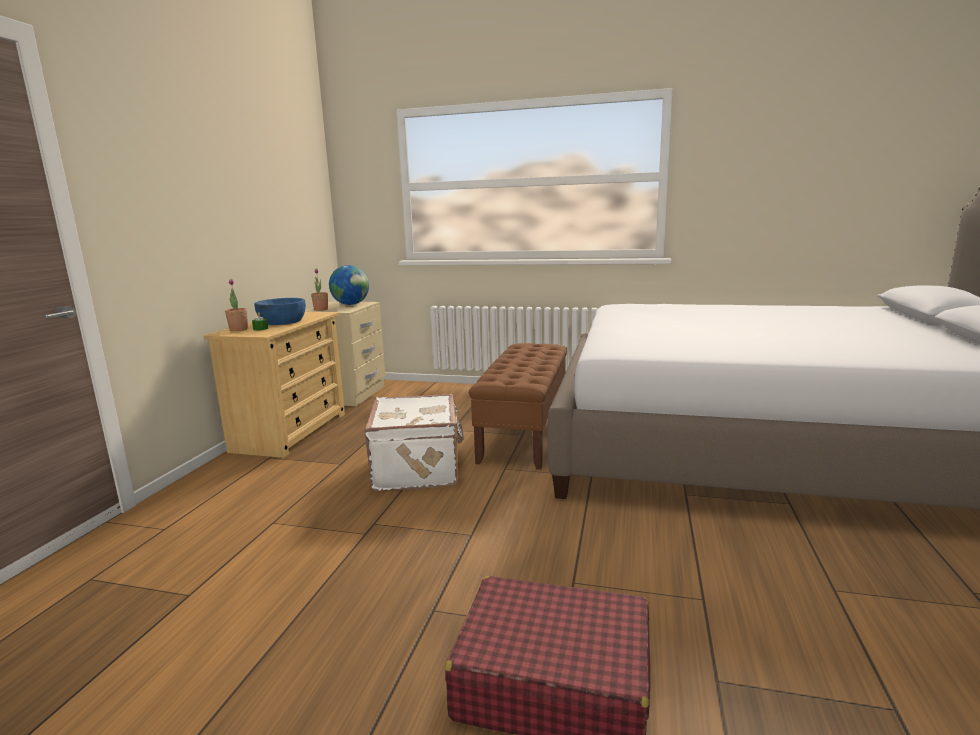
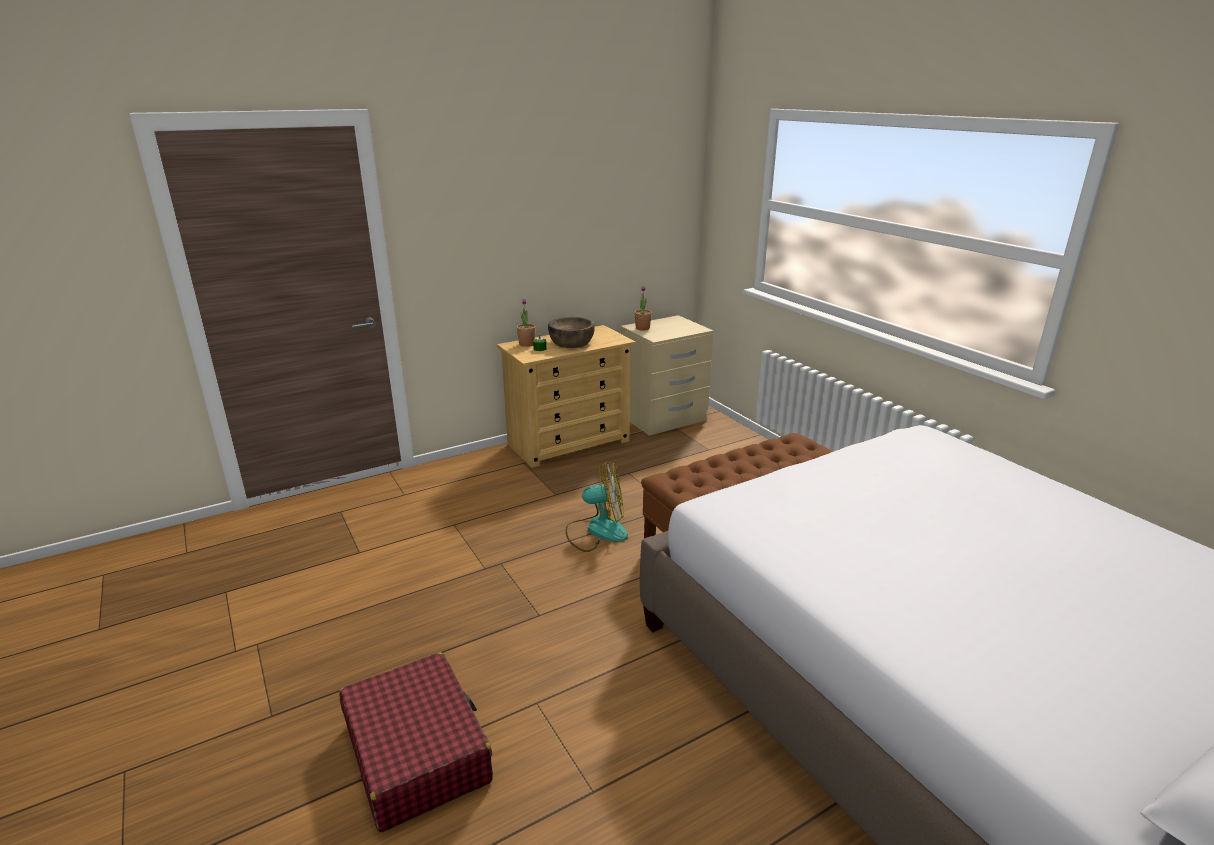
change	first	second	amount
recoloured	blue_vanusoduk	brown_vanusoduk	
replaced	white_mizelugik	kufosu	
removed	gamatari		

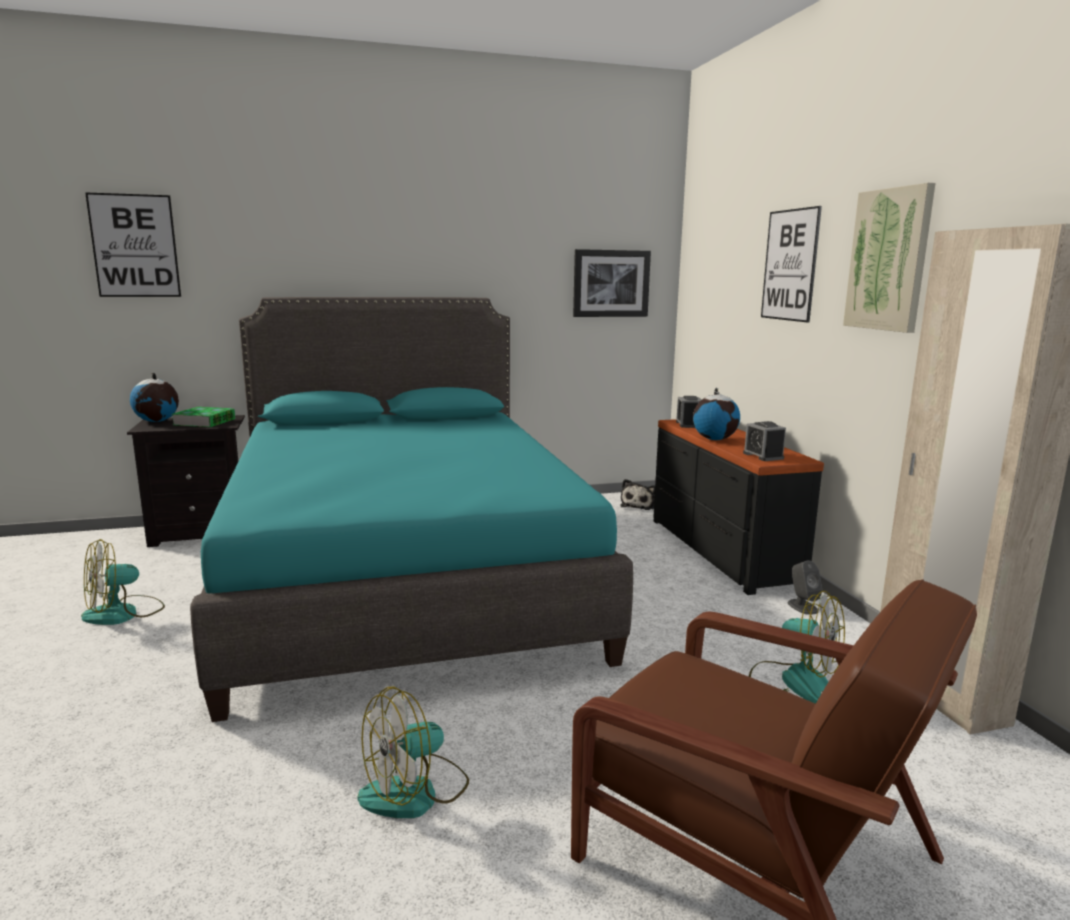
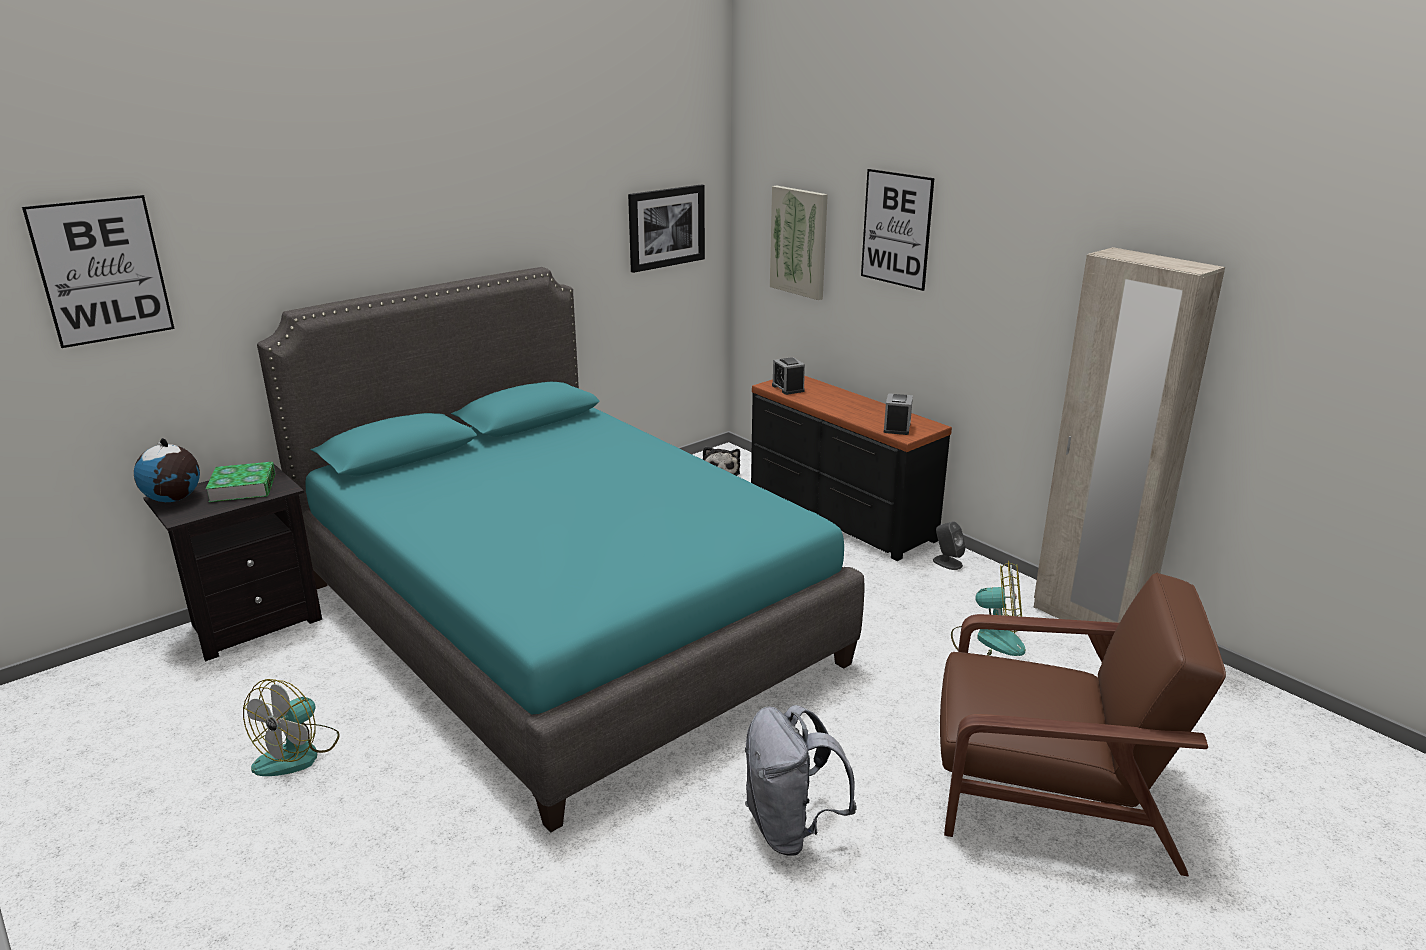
change	first	second	amount
replaced	kufosu (2nd from left)	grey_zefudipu	
moved	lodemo (4th from left in the first image)	lodemo (3rd from left)	
turned	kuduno (2nd from left)		120 degrees counterclockwise
removed	gamatari (2nd from left)		

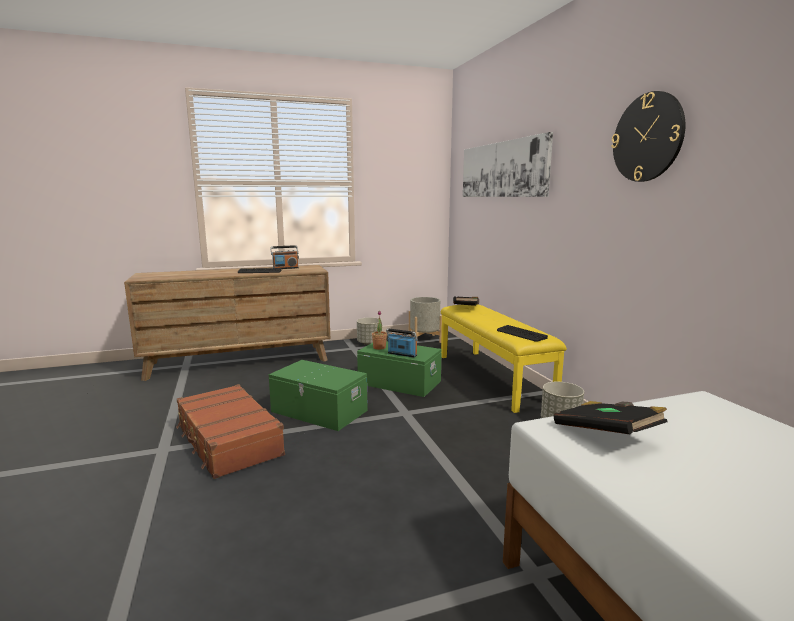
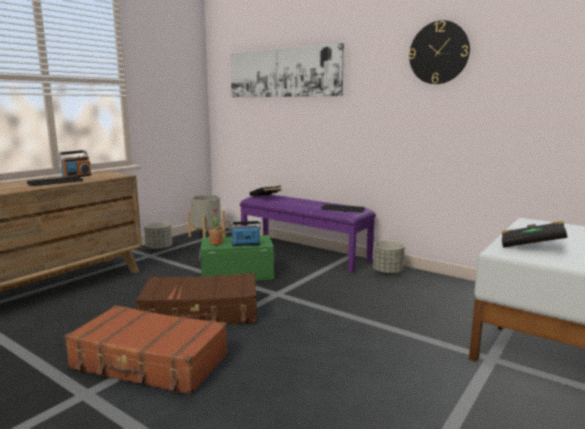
change	first	second	amount
replaced	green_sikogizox (1st from left)	brown_mizelugik (2nd from left)	
recoloured	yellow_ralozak	purple_ralozak	

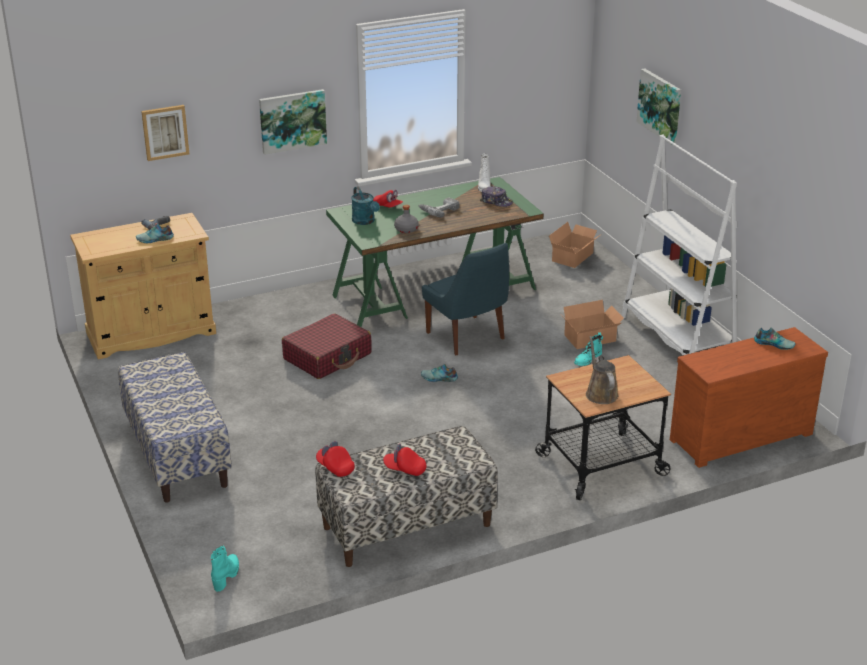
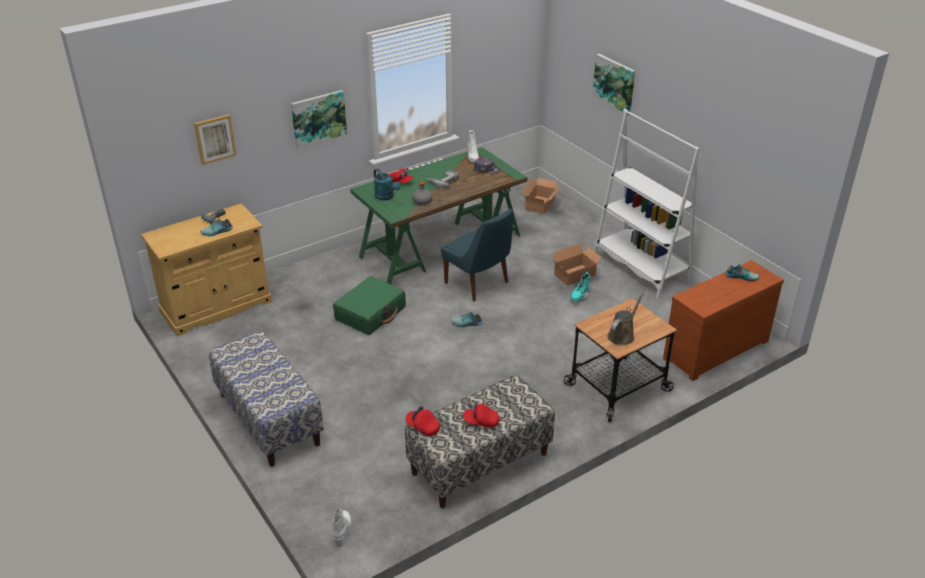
change	first	second	amount
recoloured	red_mizelugik	green_mizelugik	
recoloured	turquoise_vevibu (1st from left)	white_vevibu (1st from left)	
turned	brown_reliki		60 degrees clockwise

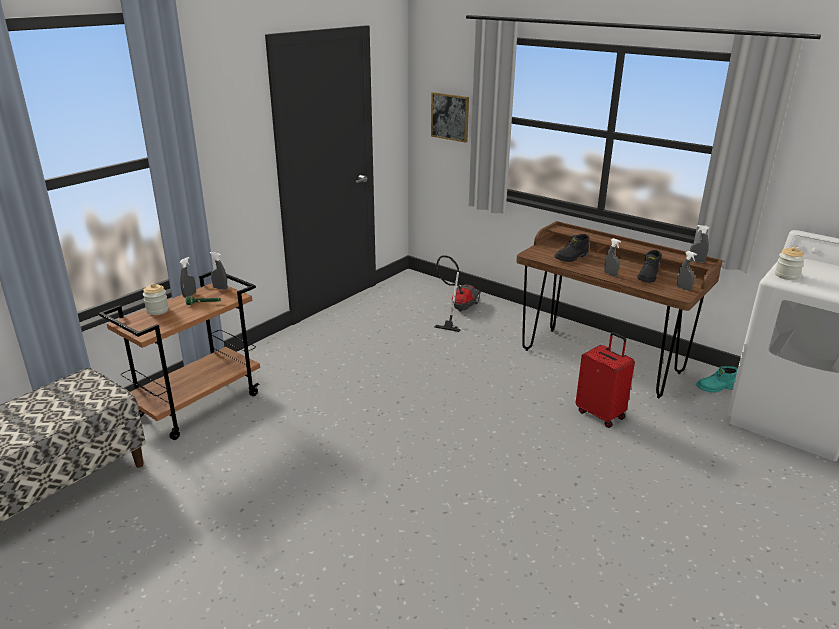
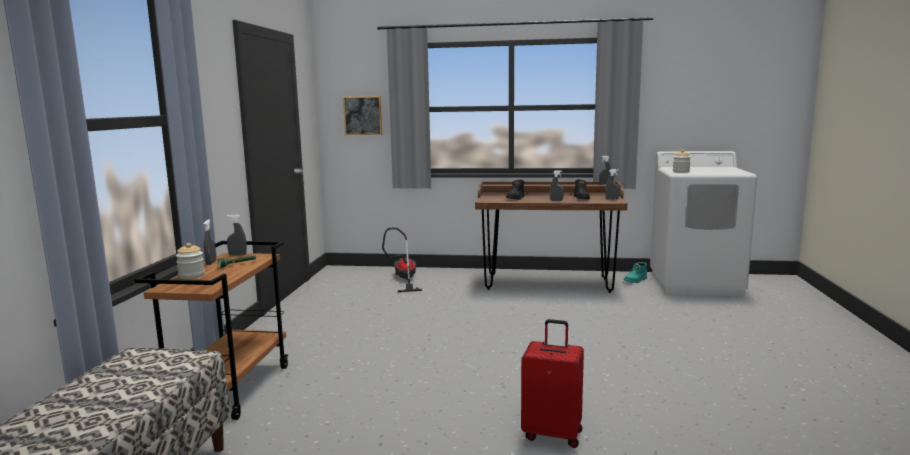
change	first	second	amount
moved	red_mizelugik		

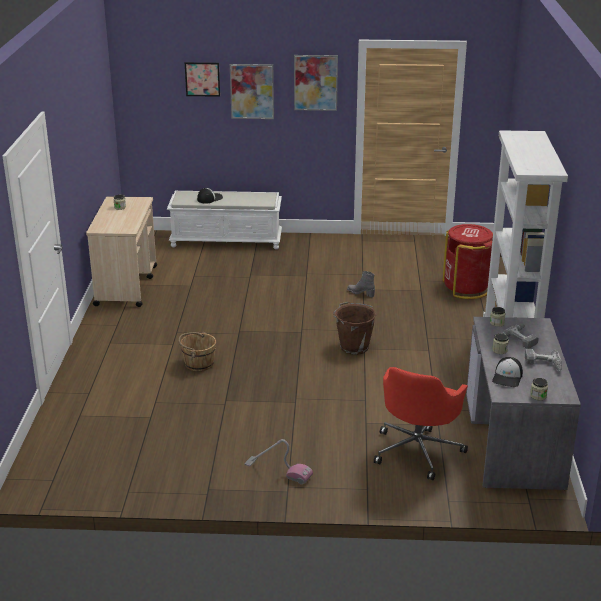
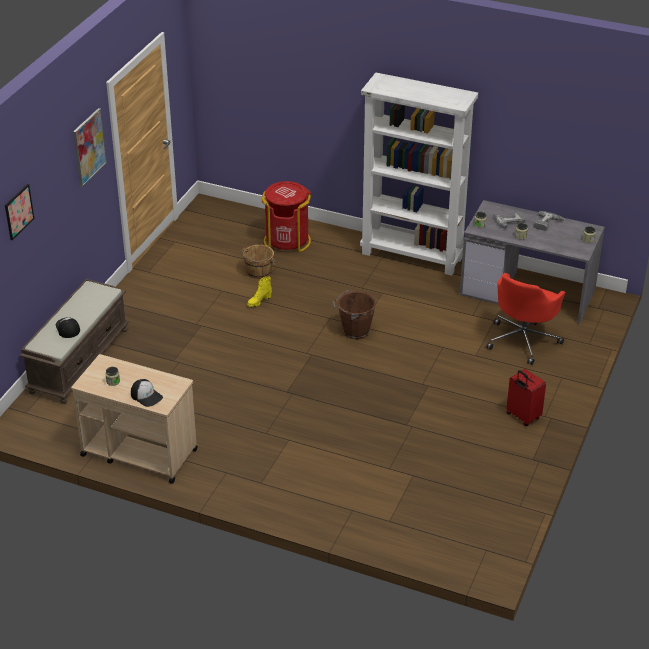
change	first	second	amount
recoloured	white_ralozak	brown_ralozak	
moved	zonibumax (2nd from left)		
moved	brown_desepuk (1st from left)		
recoloured	grey_vevibu	yellow_vevibu	
turned	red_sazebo		75 degrees clockwise
replaced	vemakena	red_mizelugik	
removed	lodemo (2nd from left)		

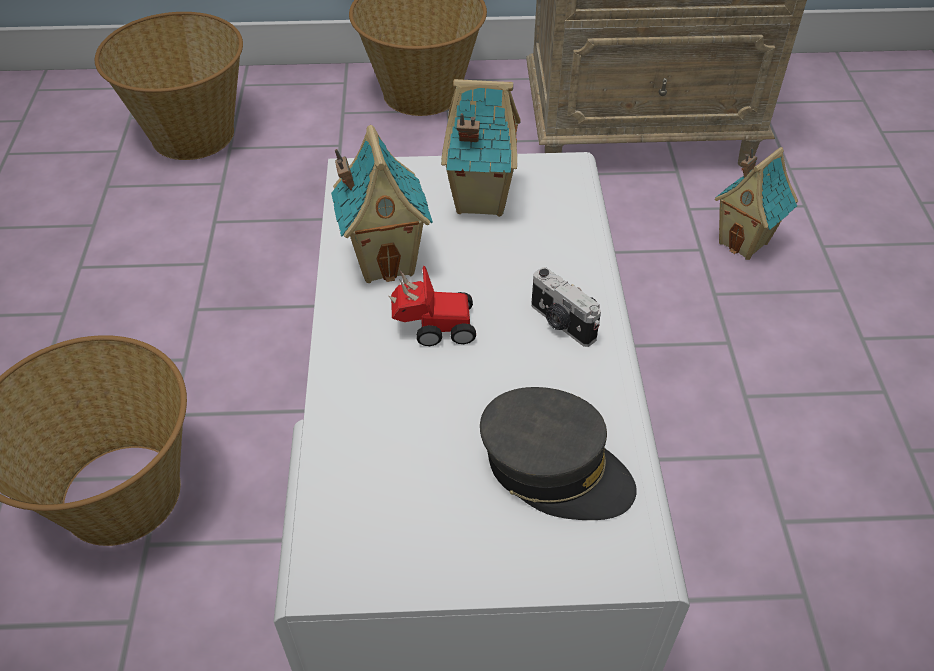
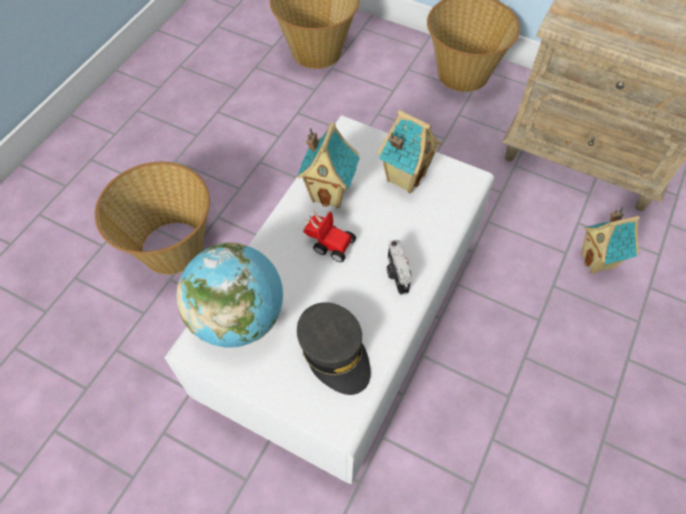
change	first	second	amount
added		gamatari	

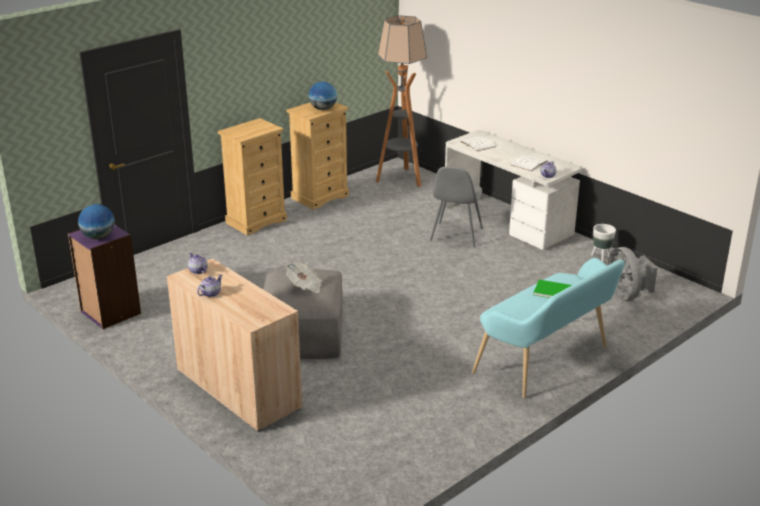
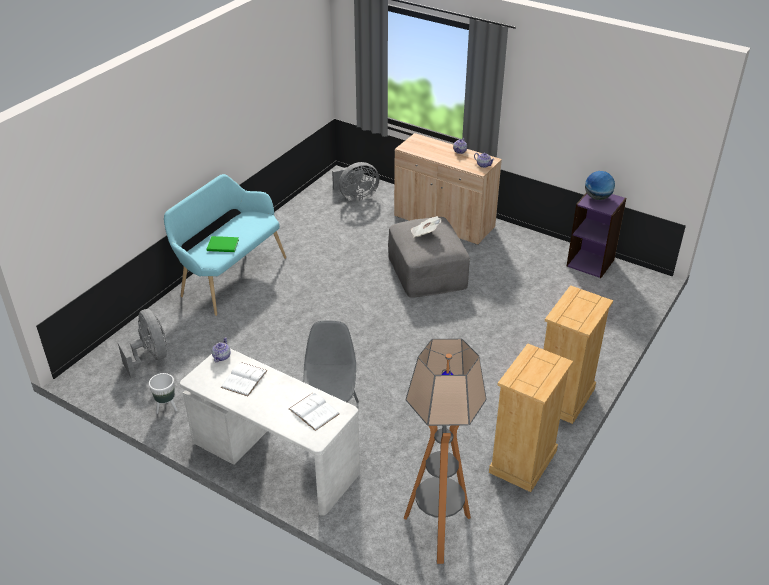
change	first	second	amount
added		grey_kufosu (2nd from left)	
removed	gamatari (2nd from left)		

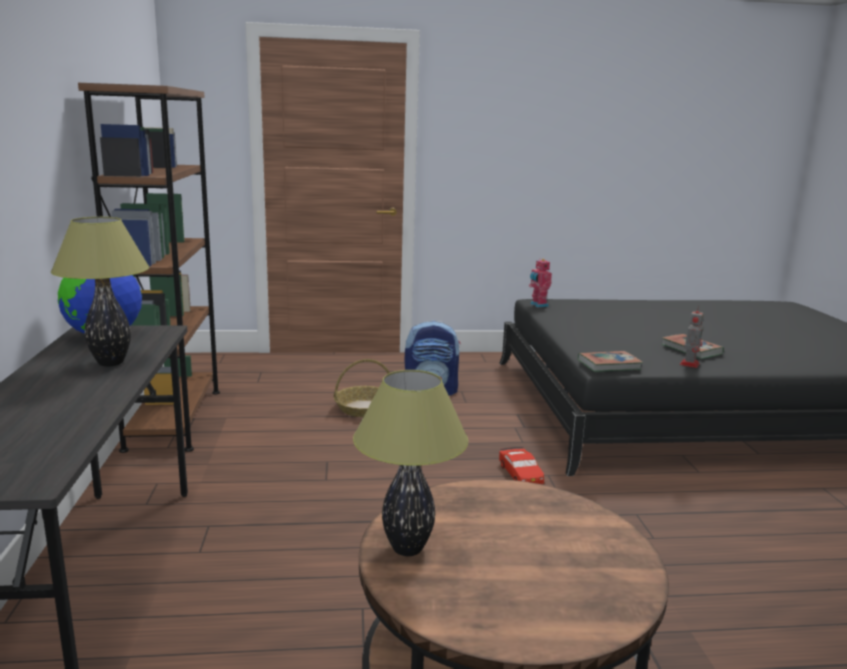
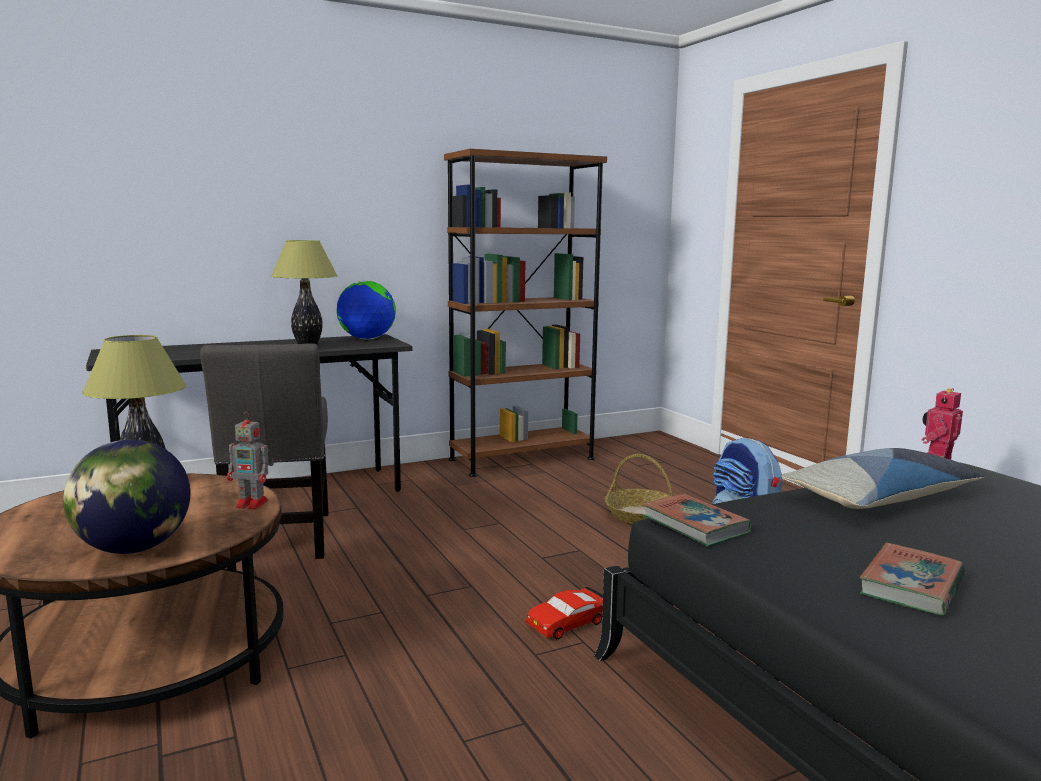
change	first	second	amount
added		gamatari (1st from left)	
added		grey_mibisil	
moved	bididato (2nd from left in the first image)	bididato (1st from left)	
added		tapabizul	

